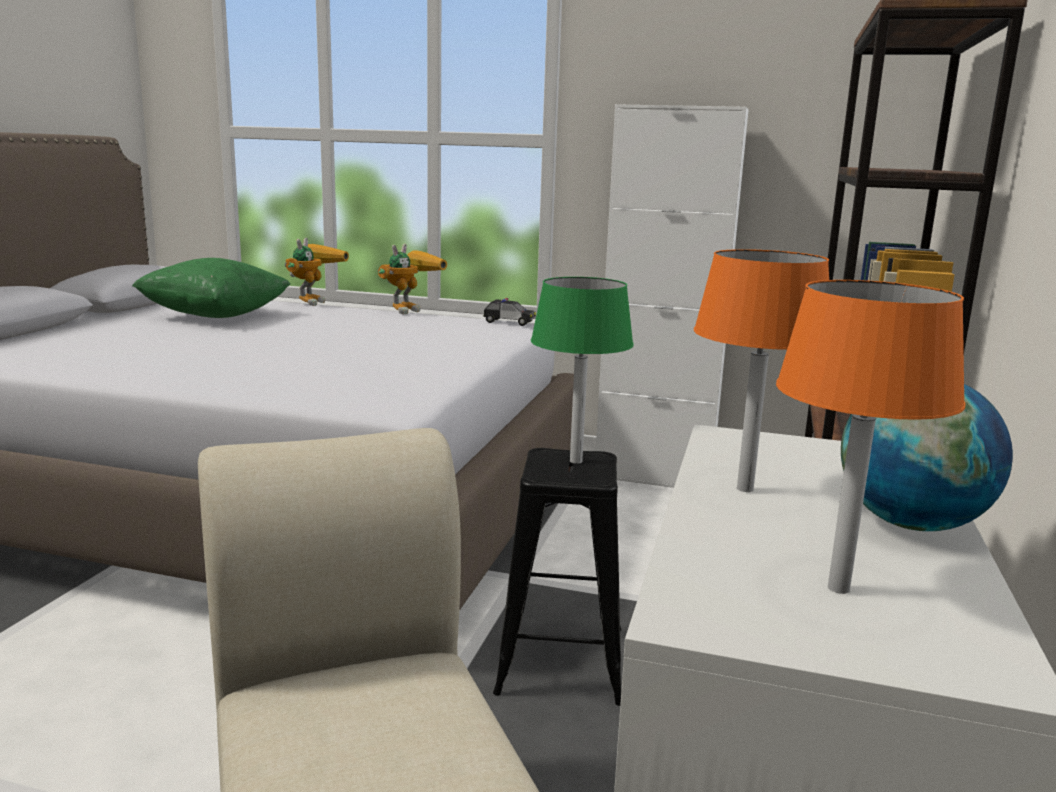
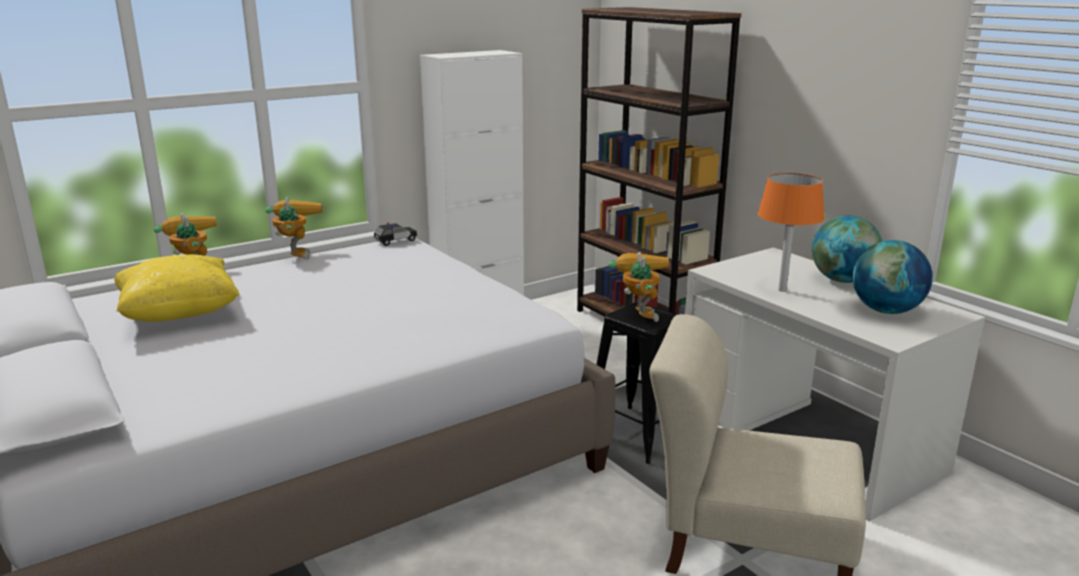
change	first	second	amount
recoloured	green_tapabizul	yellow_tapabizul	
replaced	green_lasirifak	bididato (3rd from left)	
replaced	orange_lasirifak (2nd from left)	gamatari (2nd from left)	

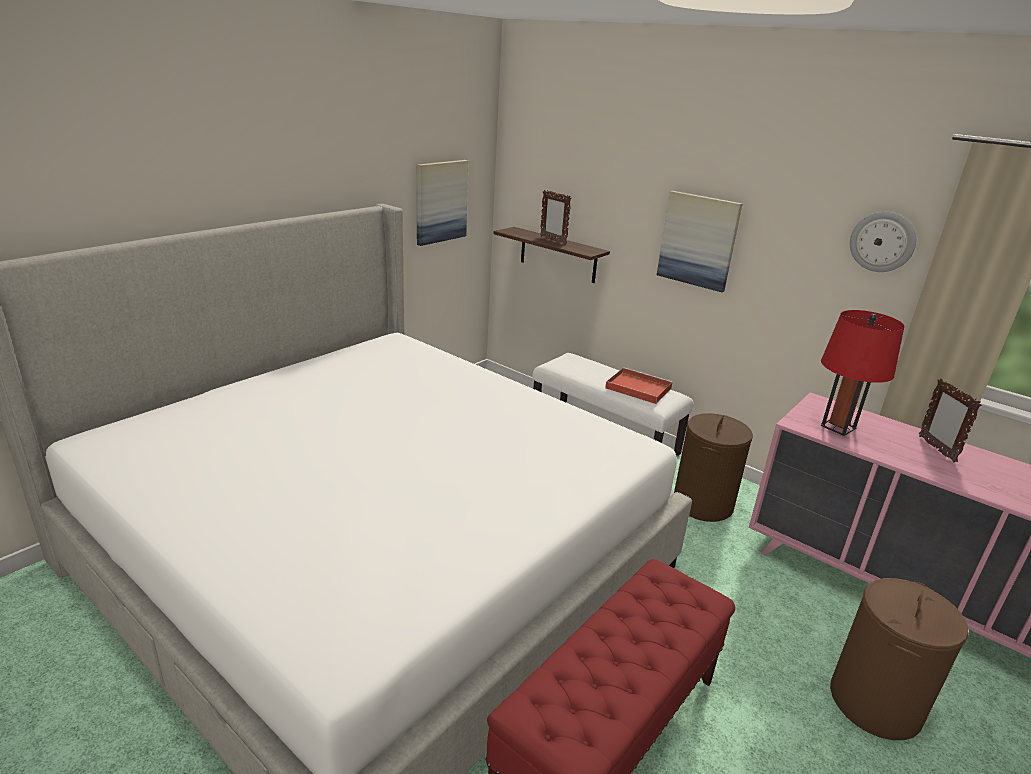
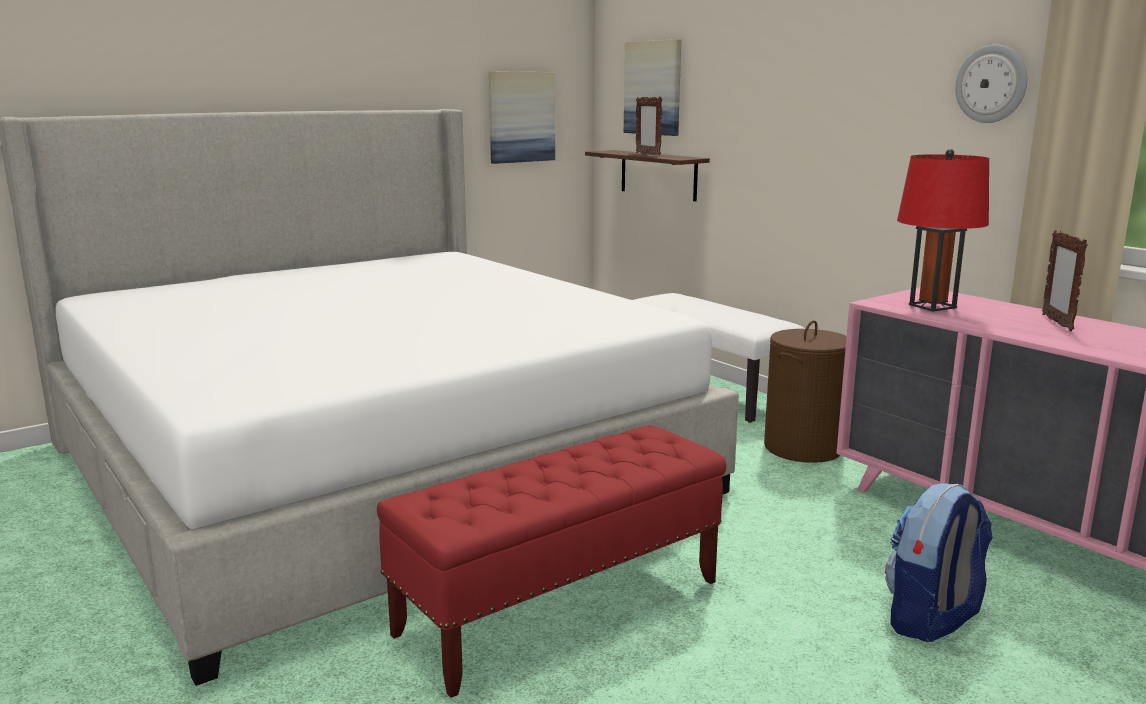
change	first	second	amount
moved	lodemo (2nd from left)		
replaced	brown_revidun (2nd from left)	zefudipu	
removed	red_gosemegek		

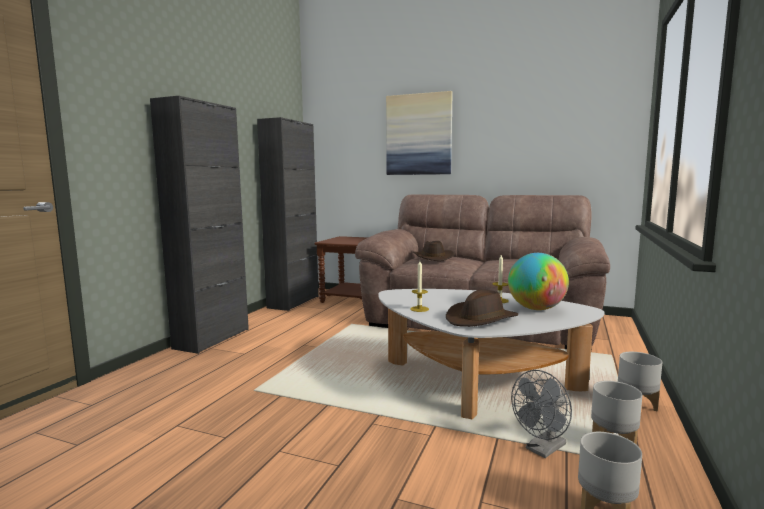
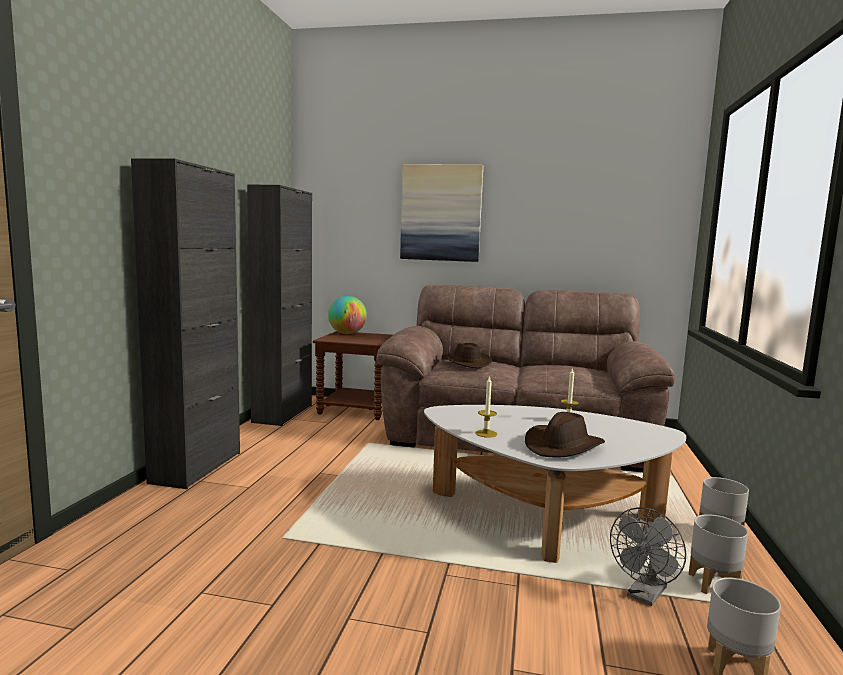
change	first	second	amount
moved	gamatari		

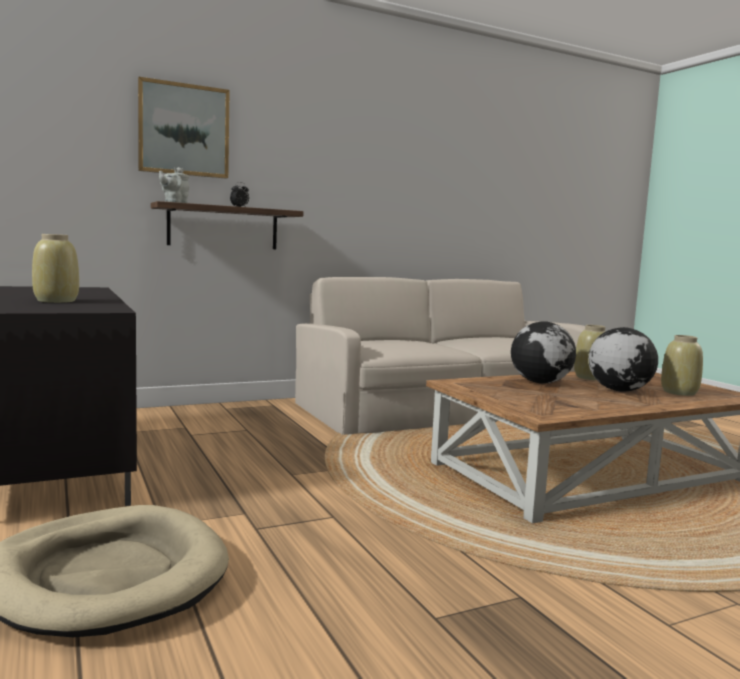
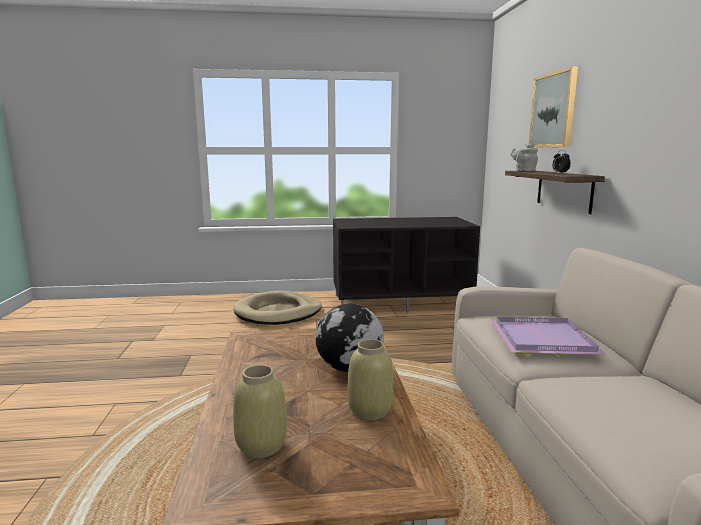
change	first	second	amount
added		purple_gosemegek	
removed	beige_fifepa (1st from left)		
removed	gamatari (2nd from left)		

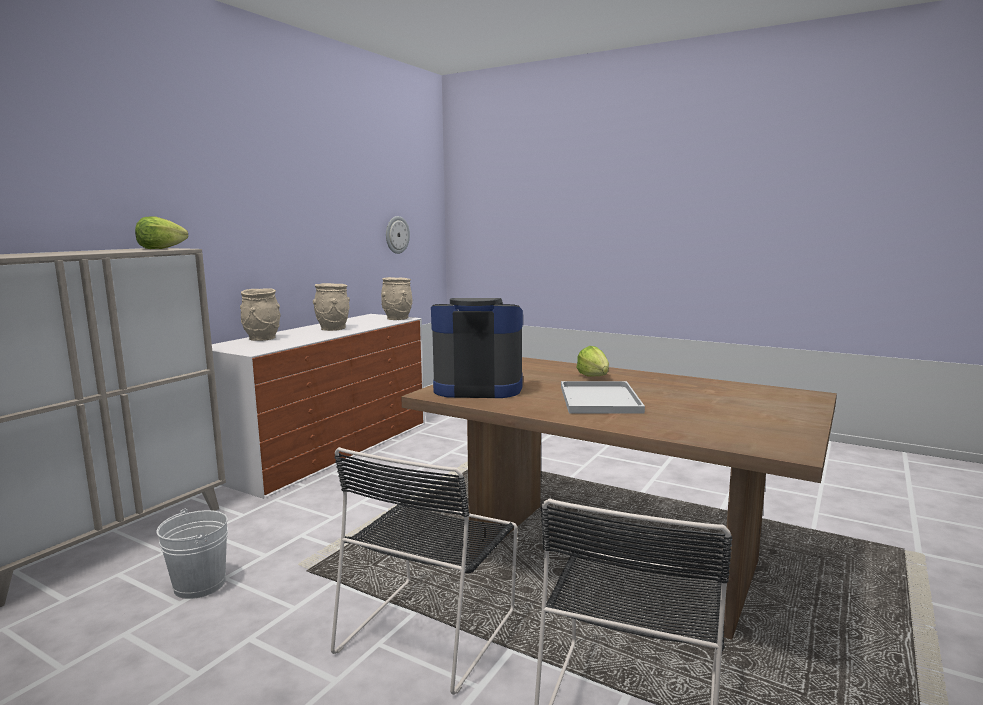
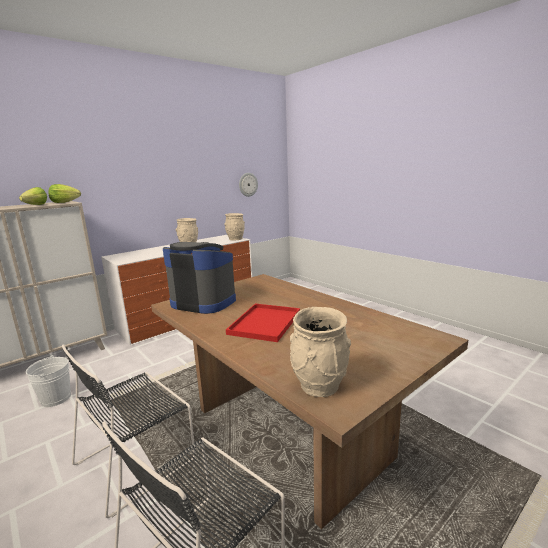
change	first	second	amount
moved	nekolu (2nd from left in the first image)	nekolu (1st from left)	
recoloured	white_gosemegek	red_gosemegek	
moved	beige_fifepa (1st from left in the first image)	beige_fifepa (3rd from left)	

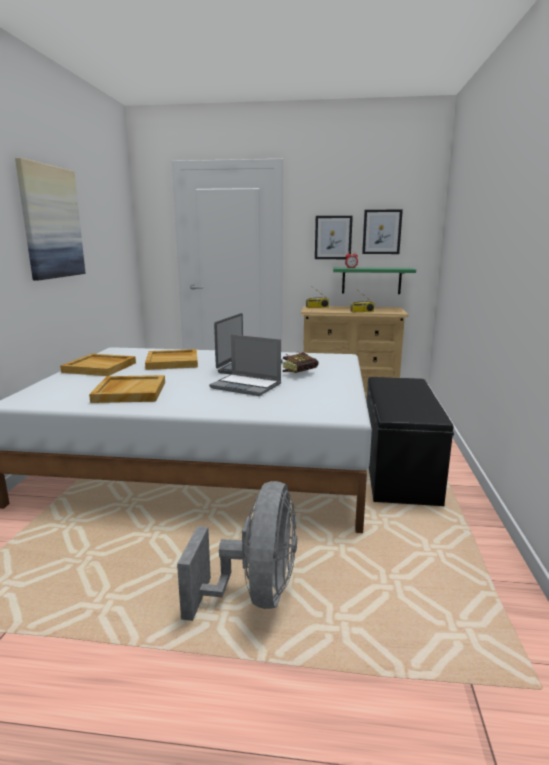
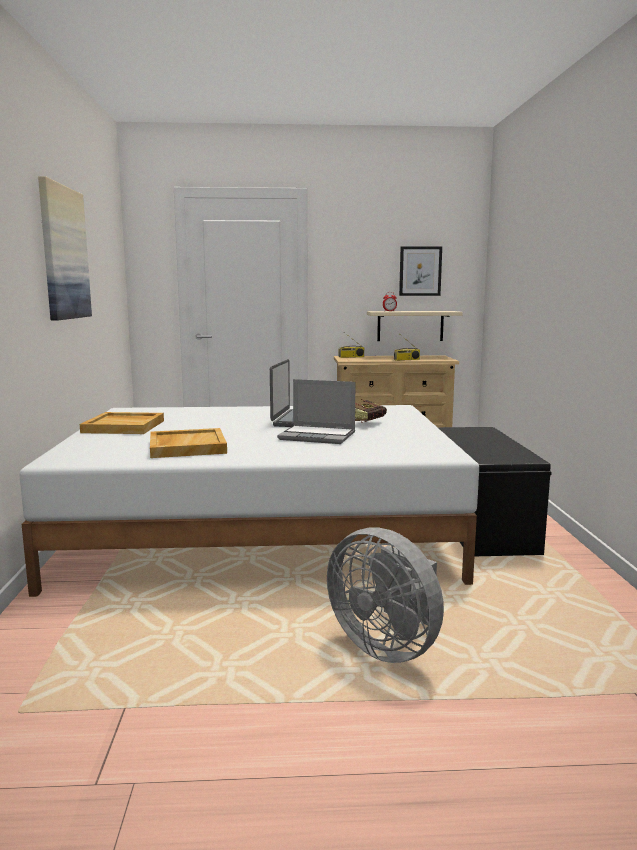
change	first	second	amount
turned	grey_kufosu		135 degrees clockwise
recoloured	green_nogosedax	beige_nogosedax	
removed	beige_gosemegek (3rd from left)		
removed	lodemo (2nd from left)		

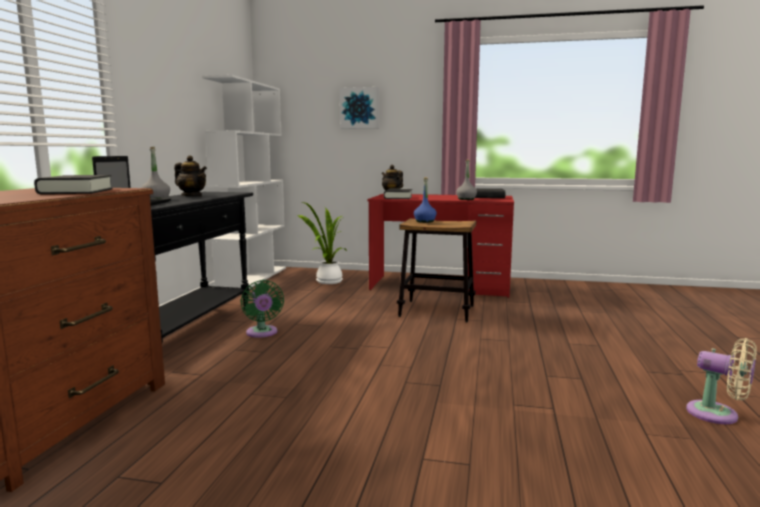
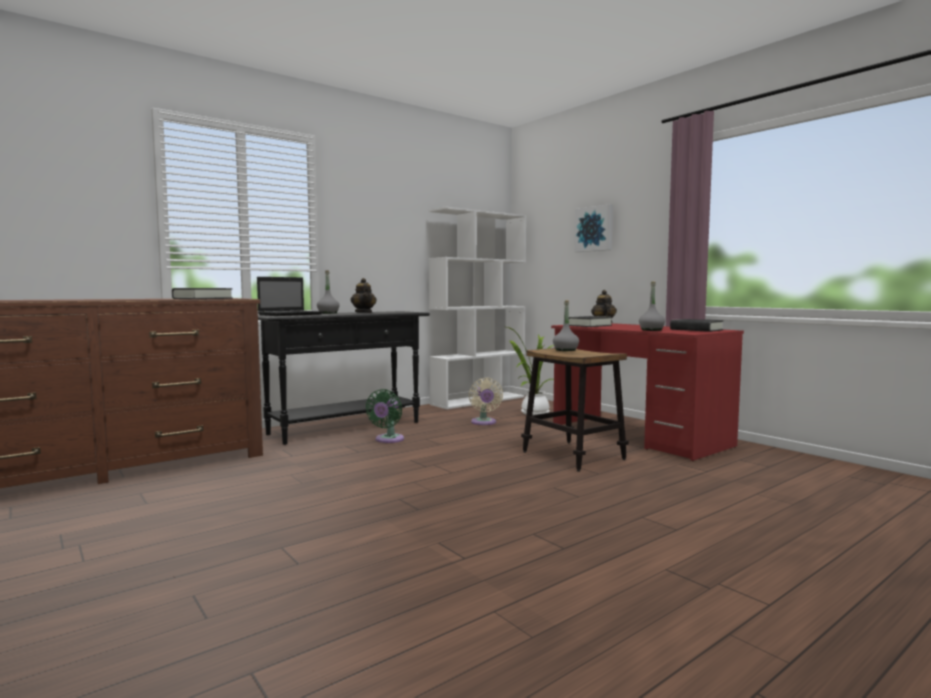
change	first	second	amount
moved	beige_kufosu		
recoloured	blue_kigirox	grey_kigirox (2nd from left)	

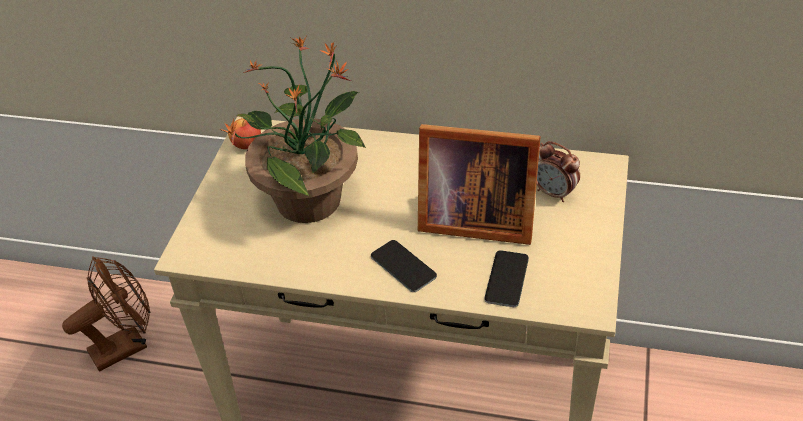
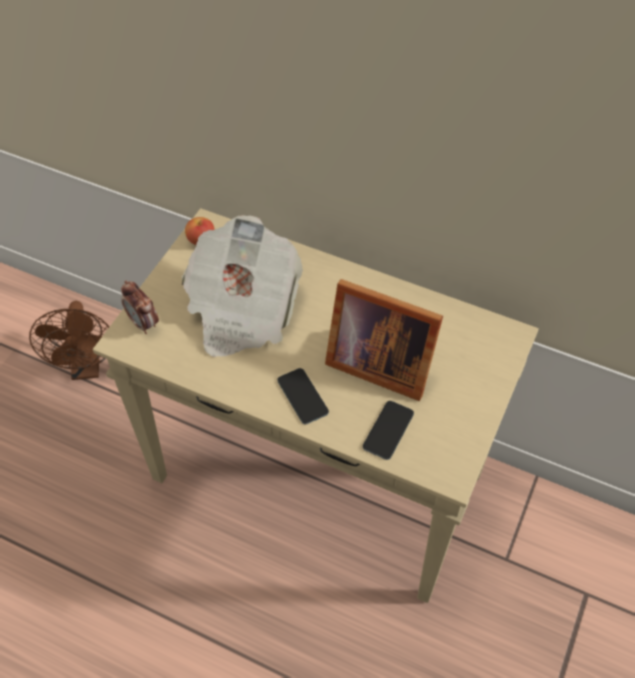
change	first	second	amount
turned	brown_kufosu		105 degrees clockwise
moved	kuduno		
replaced	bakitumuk	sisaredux	

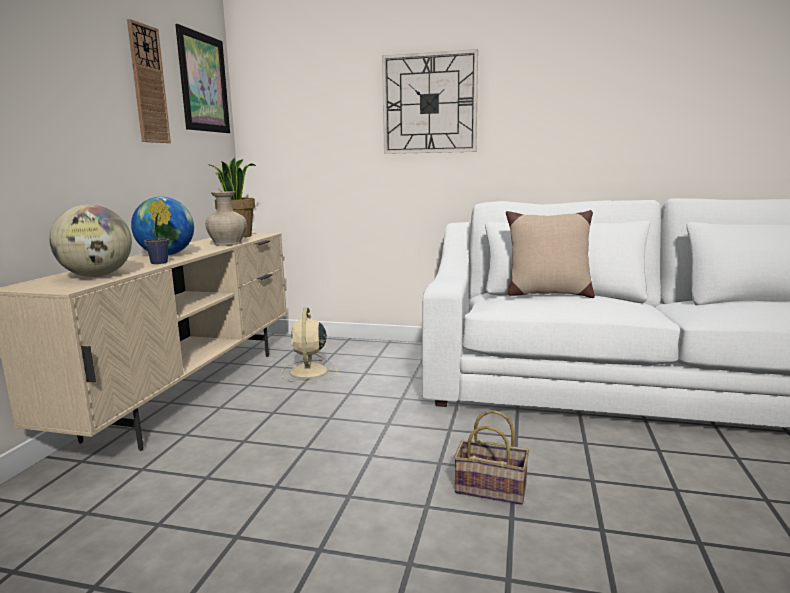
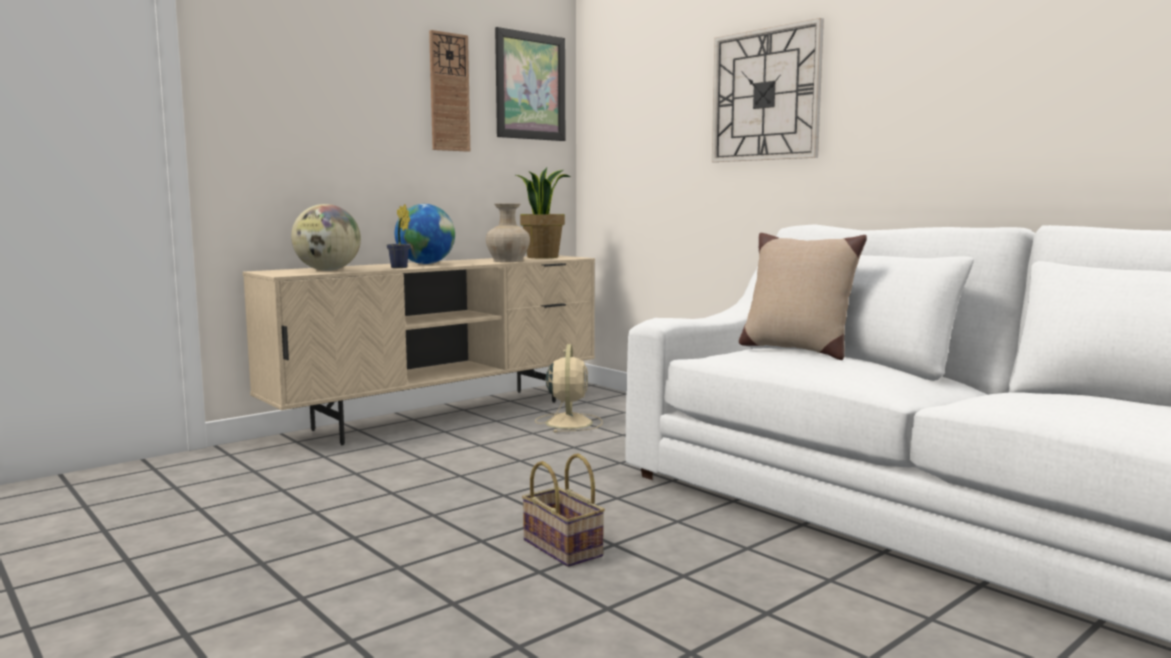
change	first	second	amount
turned	beige_kufosu		150 degrees clockwise

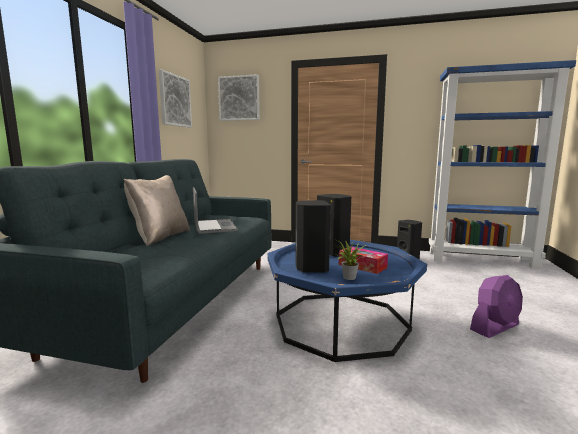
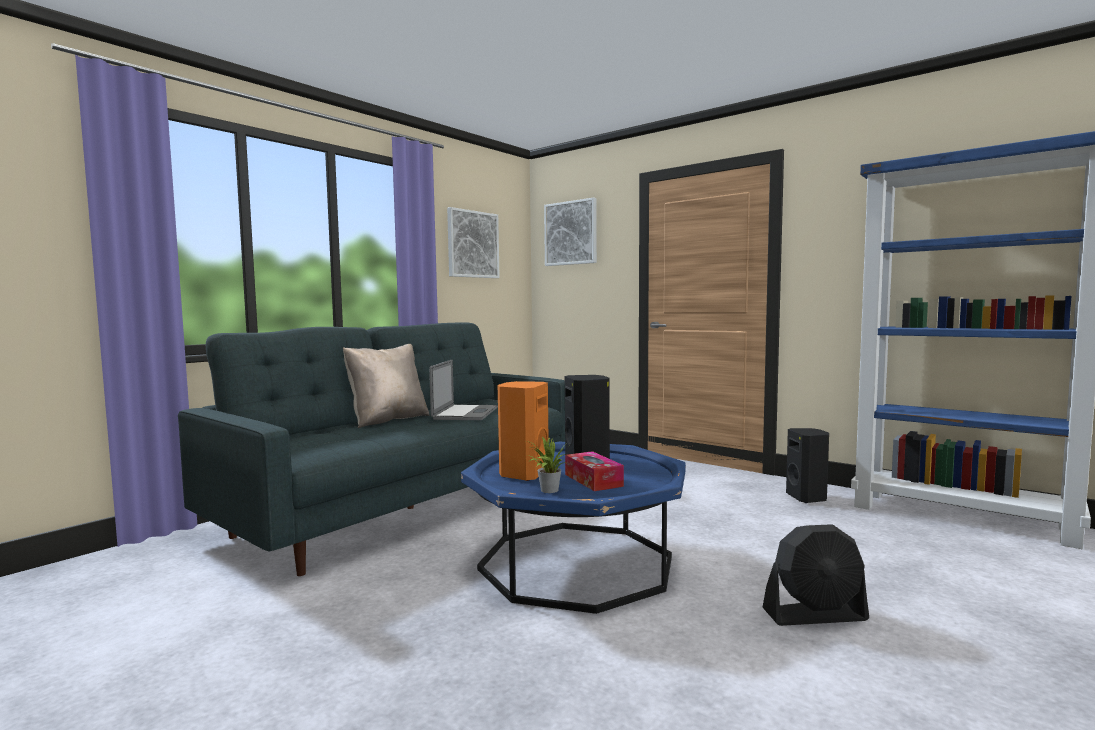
change	first	second	amount
recoloured	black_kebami (1st from left)	orange_kebami	
recoloured	purple_kufosu	black_kufosu	

